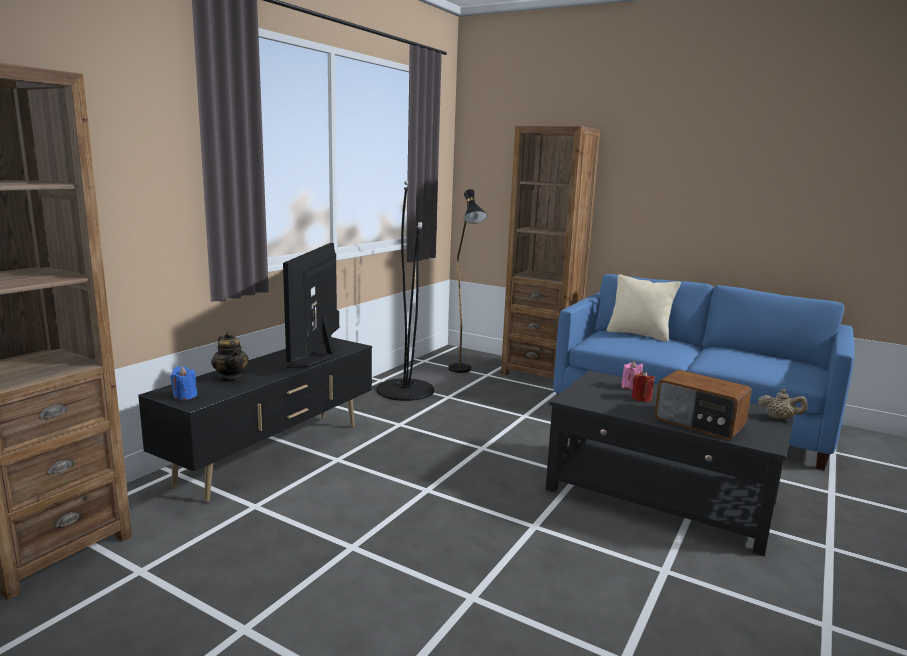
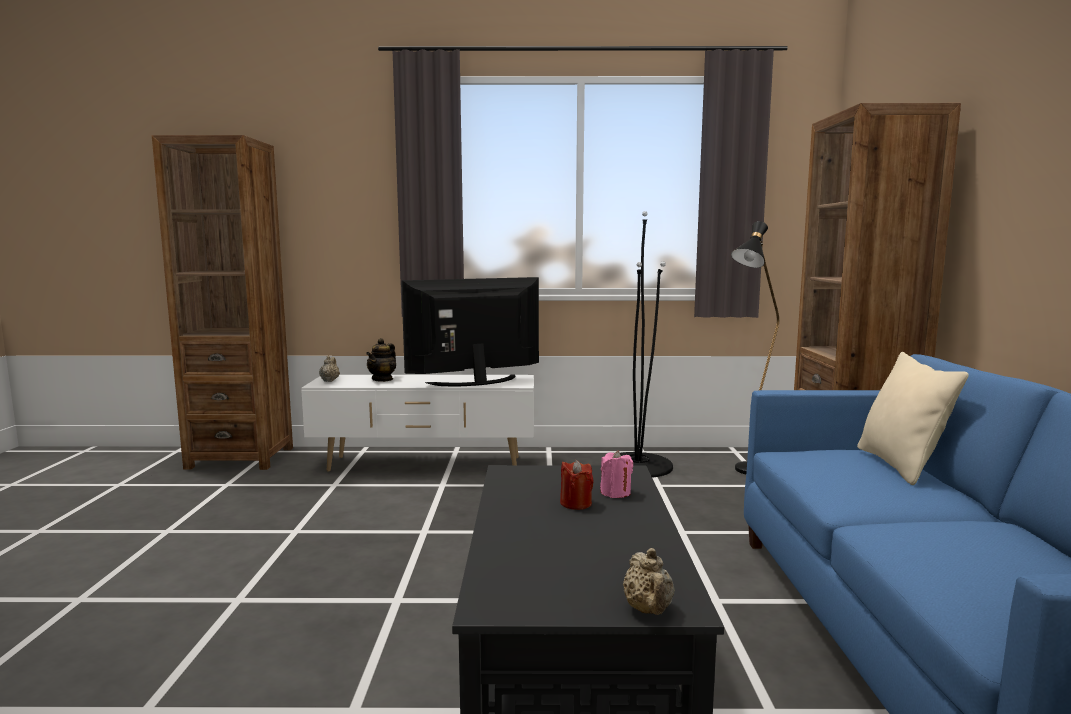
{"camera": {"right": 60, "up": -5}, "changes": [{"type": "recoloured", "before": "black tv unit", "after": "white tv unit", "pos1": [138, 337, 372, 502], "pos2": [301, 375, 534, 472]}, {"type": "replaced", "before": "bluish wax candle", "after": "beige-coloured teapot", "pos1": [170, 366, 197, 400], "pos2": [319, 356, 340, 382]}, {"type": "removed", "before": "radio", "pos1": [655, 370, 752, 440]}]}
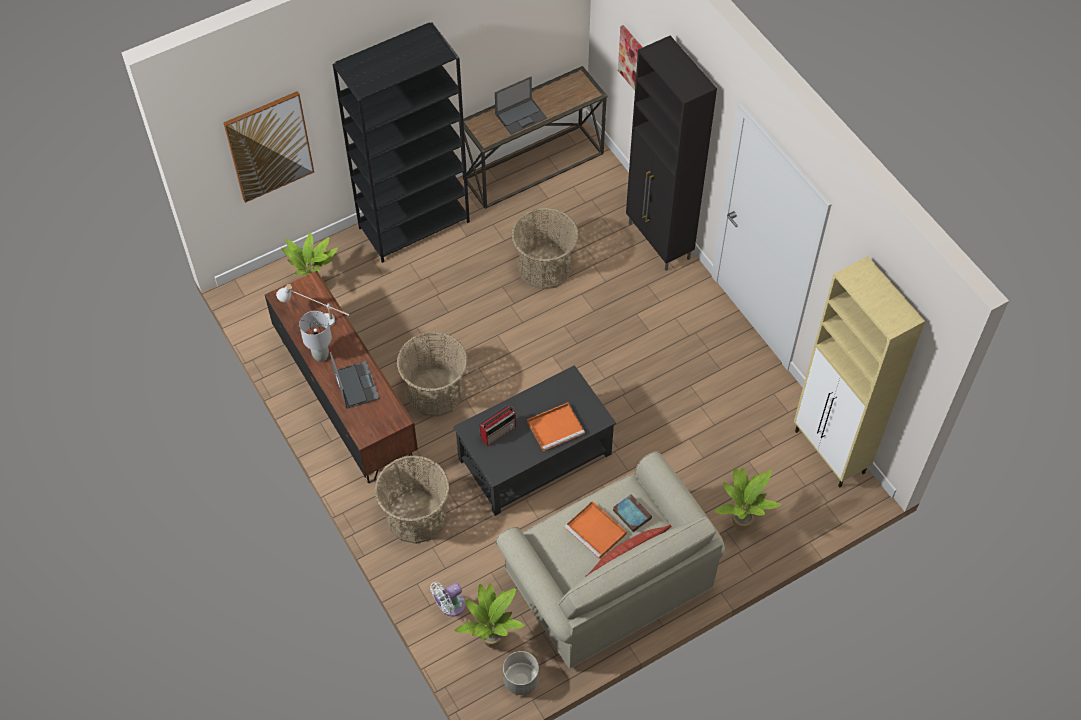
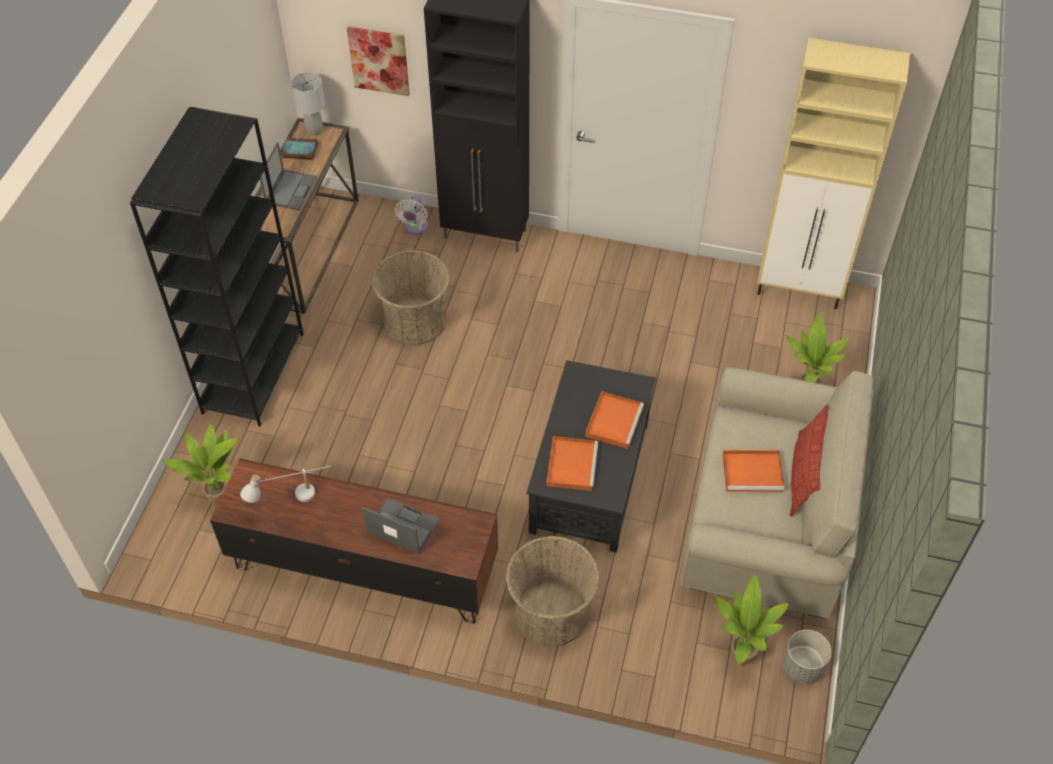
{"camera": {"right": -45, "up": -5}, "changes": [{"type": "moved", "before": "book", "pos1": [613, 494, 652, 532], "pos2": [281, 137, 318, 160]}, {"type": "moved", "before": "gray table lamp", "pos1": [299, 311, 332, 362], "pos2": [291, 72, 325, 136]}, {"type": "moved", "before": "white fan", "pos1": [430, 582, 466, 616], "pos2": [395, 195, 428, 235]}, {"type": "replaced", "before": "radio", "after": "orangey tray", "pos1": [479, 405, 516, 446], "pos2": [546, 436, 598, 491]}, {"type": "removed", "before": "picture", "pos1": [223, 91, 314, 203]}, {"type": "removed", "before": "storage basket", "pos1": [397, 332, 468, 417]}]}
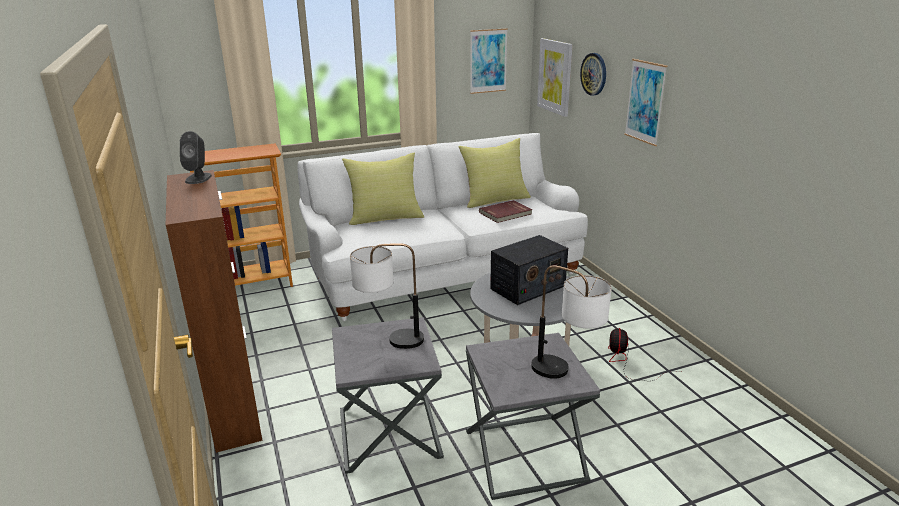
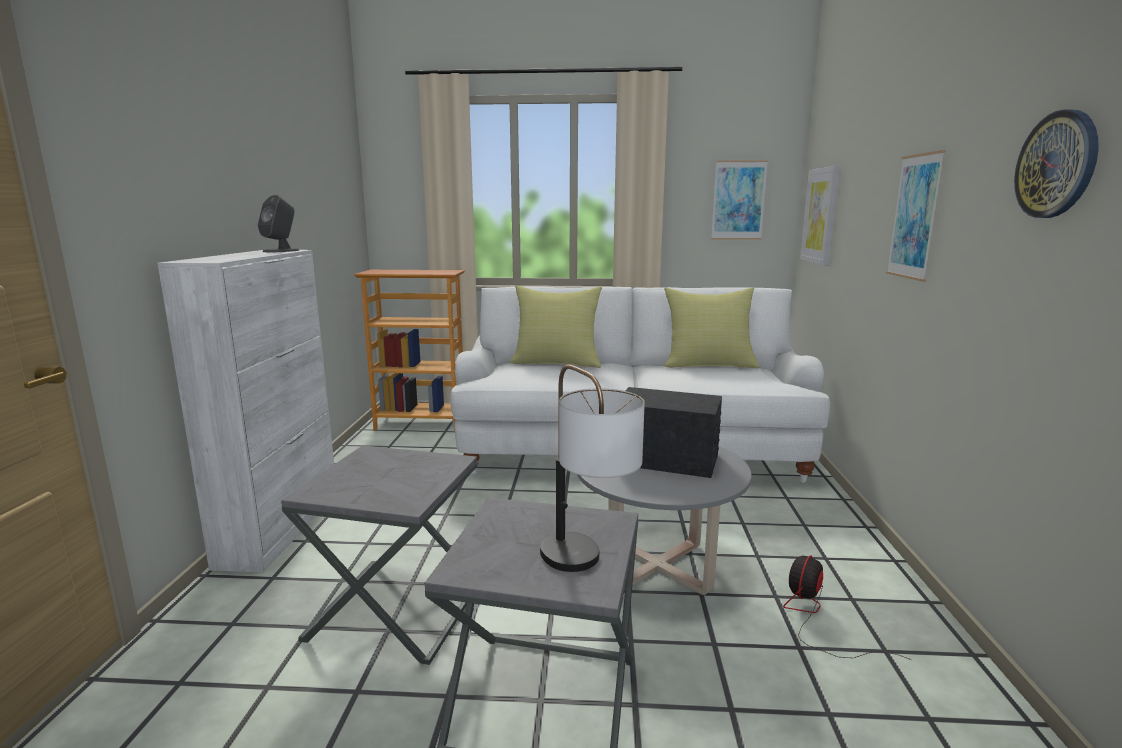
{"camera": {"right": 25, "up": -10}, "changes": [{"type": "recoloured", "before": "brownish storage cabinet", "after": "white storage cabinet", "pos1": [166, 170, 262, 453], "pos2": [157, 250, 334, 573]}, {"type": "turned", "before": "radio", "pos1": [490, 235, 568, 305], "pos2": [625, 387, 722, 478], "turn": -150}, {"type": "moved", "before": "wall clock", "pos1": [580, 53, 606, 96], "pos2": [1014, 109, 1099, 218]}, {"type": "removed", "before": "table lamp", "pos1": [350, 243, 424, 349]}, {"type": "removed", "before": "reddish book", "pos1": [479, 200, 533, 223]}]}
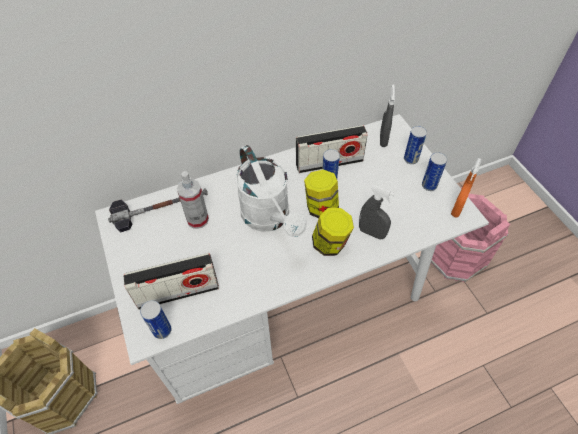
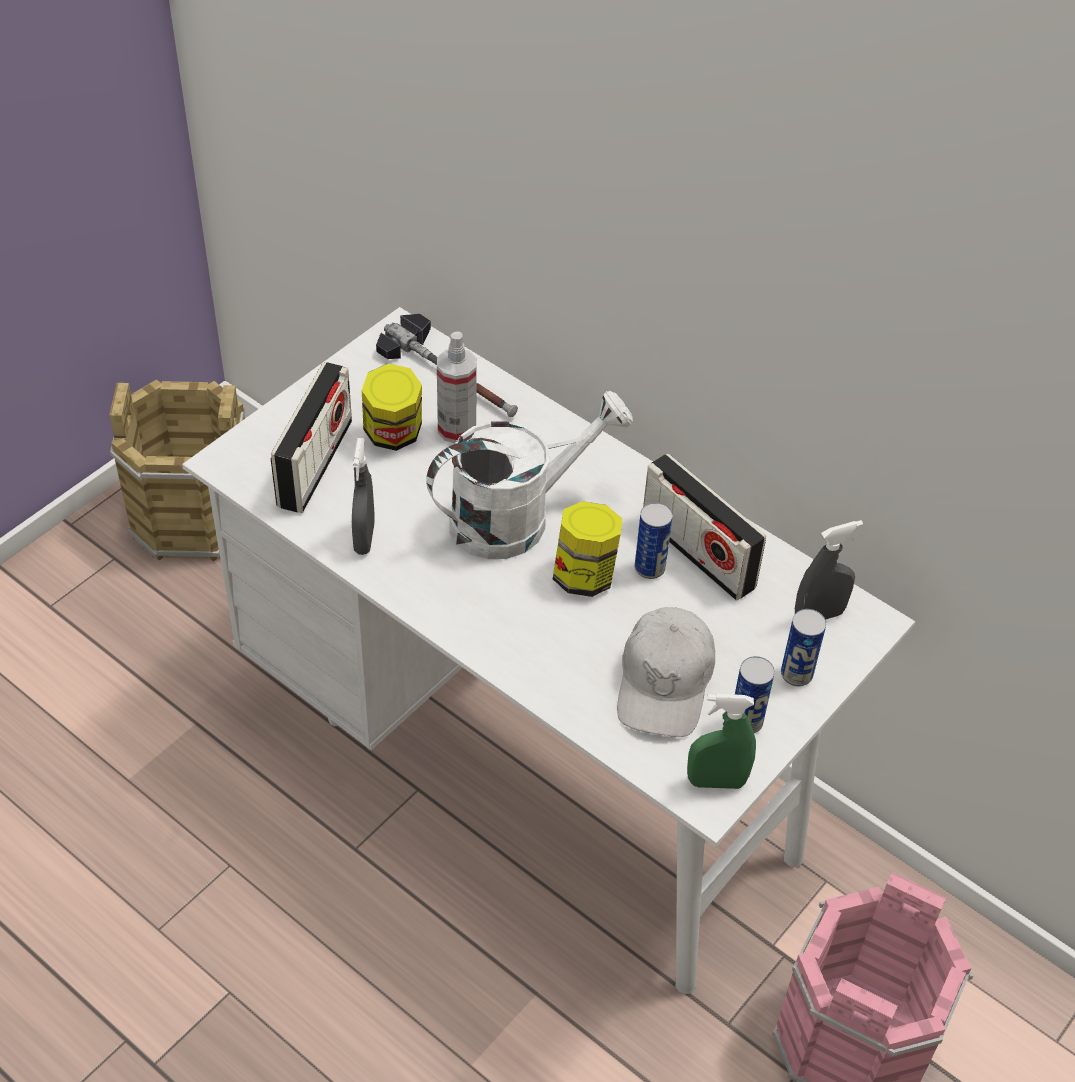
{"camera": {"right": 60, "up": -5}, "changes": [{"type": "turned", "before": "radio", "pos1": [124, 253, 219, 310], "pos2": [270, 362, 352, 513], "turn": -120}, {"type": "moved", "before": "gray hand sprayer", "pos1": [359, 186, 395, 240], "pos2": [352, 438, 375, 555]}, {"type": "moved", "before": "storage jar", "pos1": [312, 208, 354, 256], "pos2": [362, 363, 422, 451]}, {"type": "turned", "before": "white watering can", "pos1": [235, 145, 307, 237], "pos2": [426, 391, 633, 559], "turn": -150}, {"type": "added", "after": "white baseball cap", "pos2": [617, 607, 715, 737]}, {"type": "recoloured", "before": "orangey hand sprayer", "after": "greenish hand sprayer", "pos1": [451, 158, 482, 217], "pos2": [687, 694, 756, 789]}, {"type": "removed", "before": "sealed can", "pos1": [140, 301, 172, 339]}]}
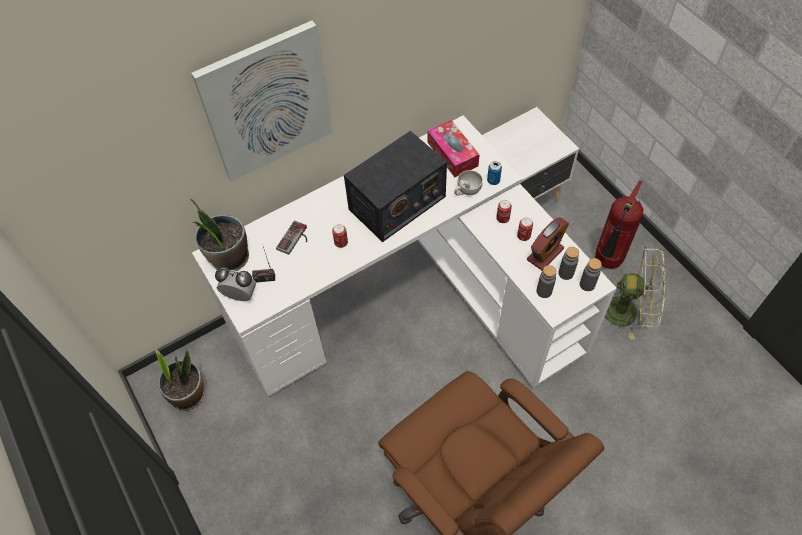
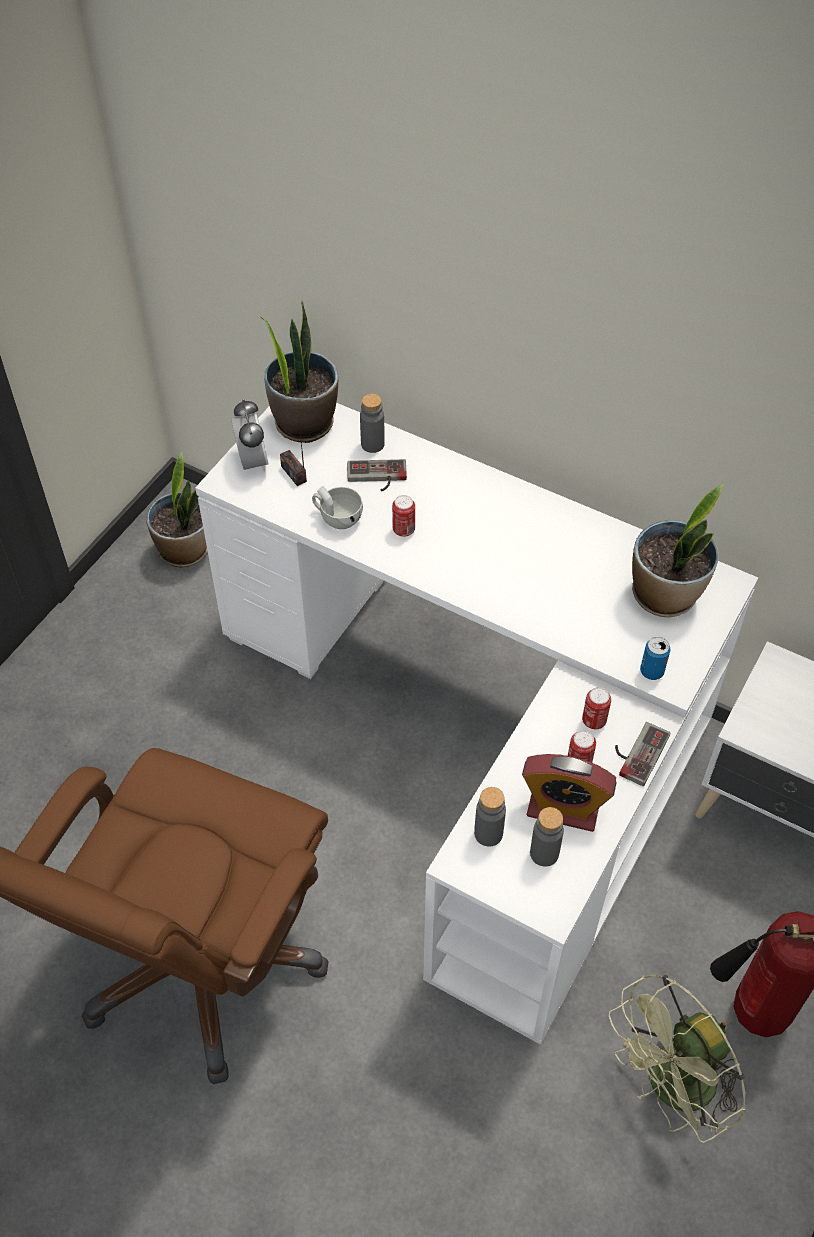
{"camera": {"right": 60, "up": -5}, "changes": [{"type": "moved", "before": "white cup", "pos1": [454, 170, 483, 196], "pos2": [312, 486, 363, 529]}, {"type": "moved", "before": "gray bottle", "pos1": [580, 258, 602, 291], "pos2": [360, 393, 385, 453]}, {"type": "turned", "before": "greenish fan", "pos1": [605, 247, 666, 340], "pos2": [609, 974, 745, 1143], "turn": 75}, {"type": "added", "after": "joypad", "pos2": [615, 722, 671, 786]}, {"type": "replaced", "before": "tissue holder", "after": "plant in a pot", "pos1": [427, 120, 480, 177], "pos2": [632, 484, 724, 617]}, {"type": "removed", "before": "picture", "pos1": [191, 20, 333, 182]}, {"type": "removed", "before": "radio", "pos1": [344, 131, 447, 242]}]}
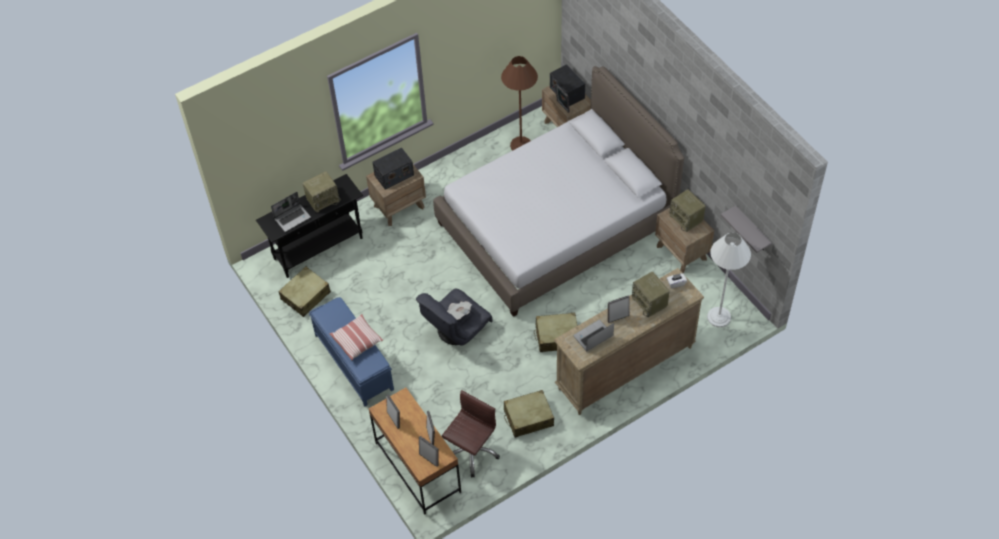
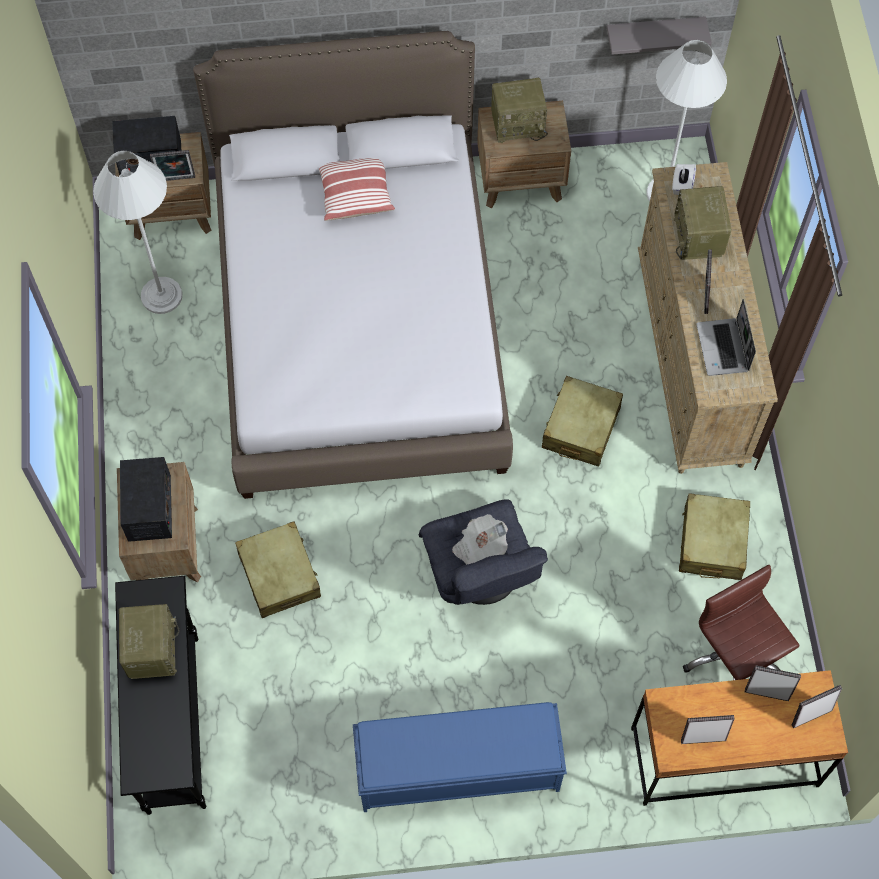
{"camera": {"right": -65, "up": 10}, "changes": [{"type": "recoloured", "before": "brownish standing lamp", "after": "white standing lamp", "pos1": [501, 56, 538, 151], "pos2": [93, 151, 183, 314]}, {"type": "moved", "before": "beige-coloured suitcase", "pos1": [278, 267, 331, 317], "pos2": [235, 521, 321, 618]}, {"type": "moved", "before": "cushion", "pos1": [330, 314, 383, 360], "pos2": [319, 158, 395, 221]}, {"type": "turned", "before": "radio", "pos1": [632, 272, 670, 317], "pos2": [674, 186, 732, 260], "turn": 90}, {"type": "removed", "before": "laptop", "pos1": [271, 192, 311, 232]}]}
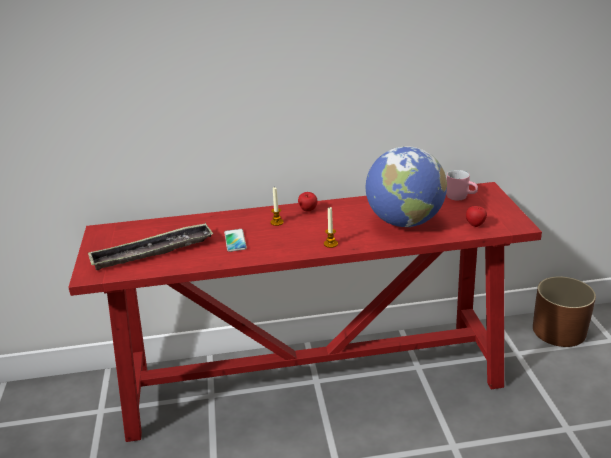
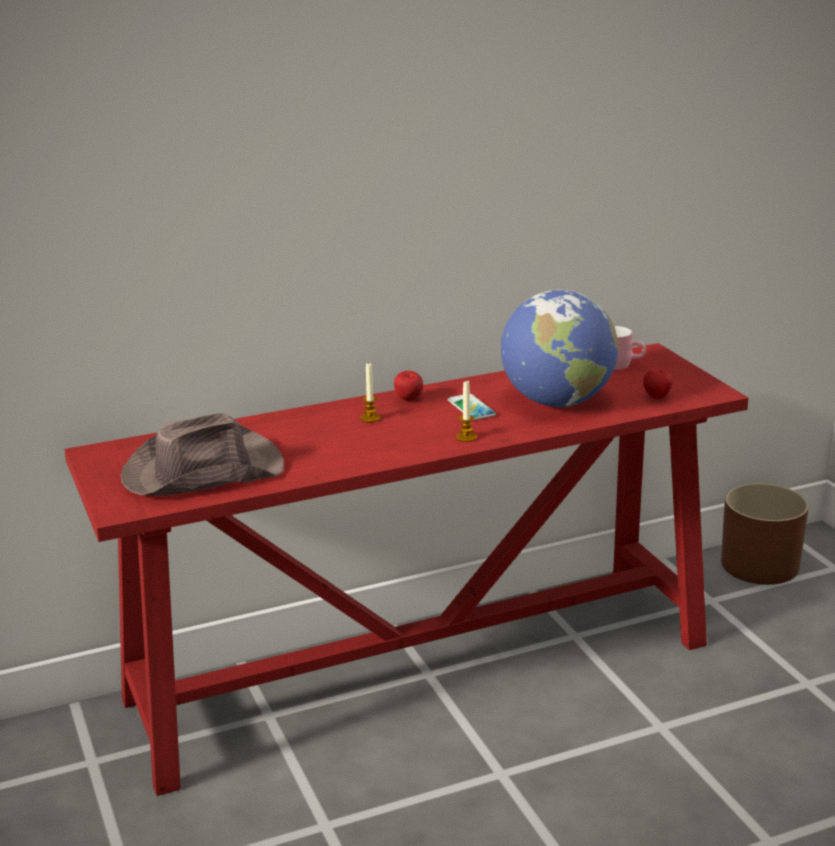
{"camera": {"right": -15, "up": -5}, "changes": [{"type": "replaced", "before": "tray", "after": "brownish hat", "pos1": [88, 223, 213, 270], "pos2": [121, 413, 284, 495]}, {"type": "moved", "before": "handset", "pos1": [224, 229, 247, 252], "pos2": [448, 393, 496, 420]}]}
